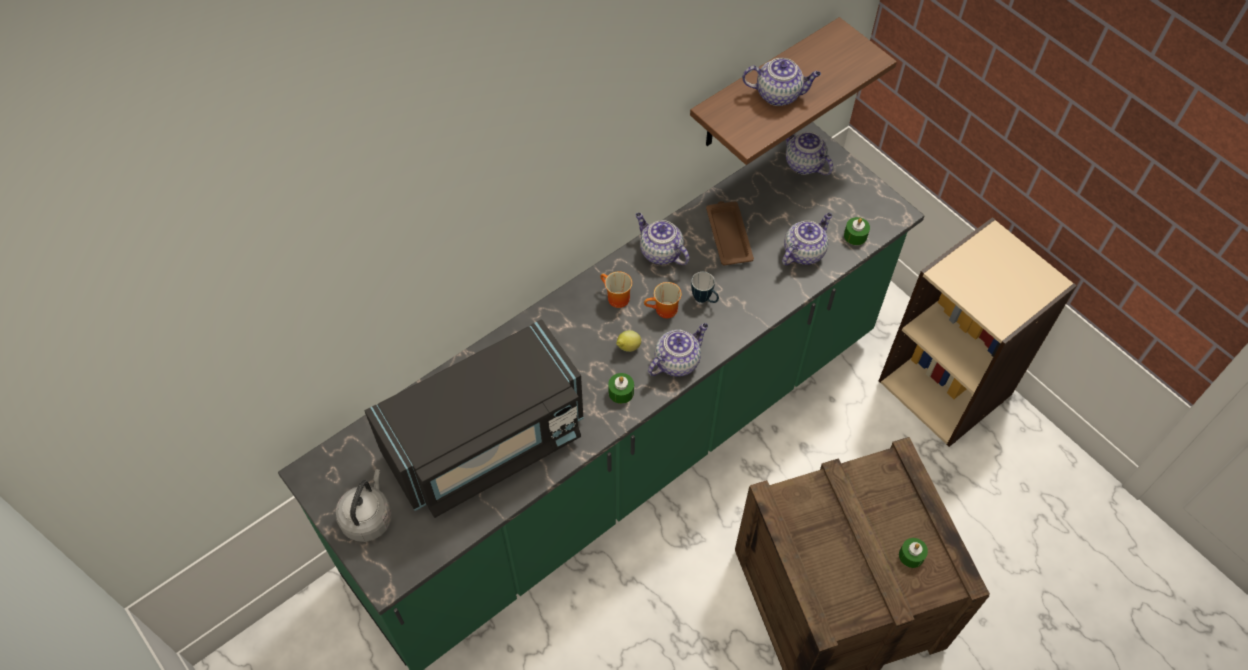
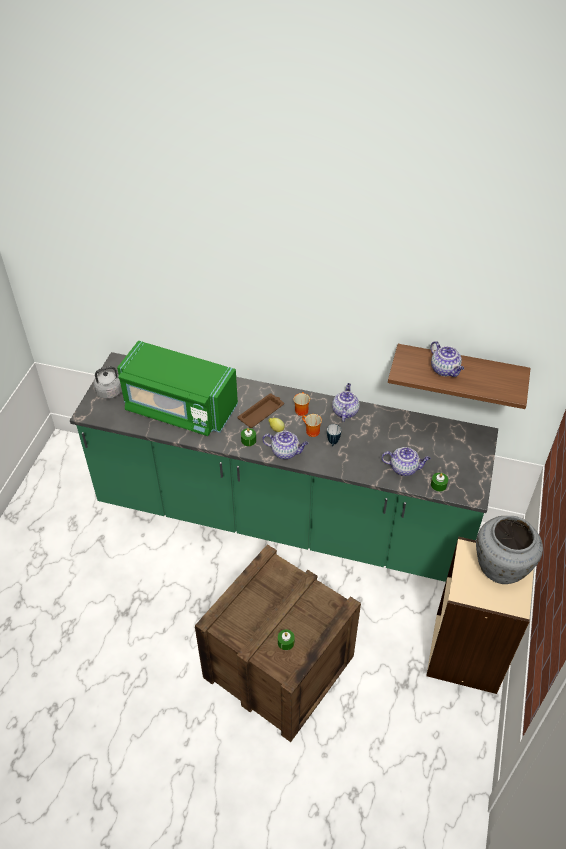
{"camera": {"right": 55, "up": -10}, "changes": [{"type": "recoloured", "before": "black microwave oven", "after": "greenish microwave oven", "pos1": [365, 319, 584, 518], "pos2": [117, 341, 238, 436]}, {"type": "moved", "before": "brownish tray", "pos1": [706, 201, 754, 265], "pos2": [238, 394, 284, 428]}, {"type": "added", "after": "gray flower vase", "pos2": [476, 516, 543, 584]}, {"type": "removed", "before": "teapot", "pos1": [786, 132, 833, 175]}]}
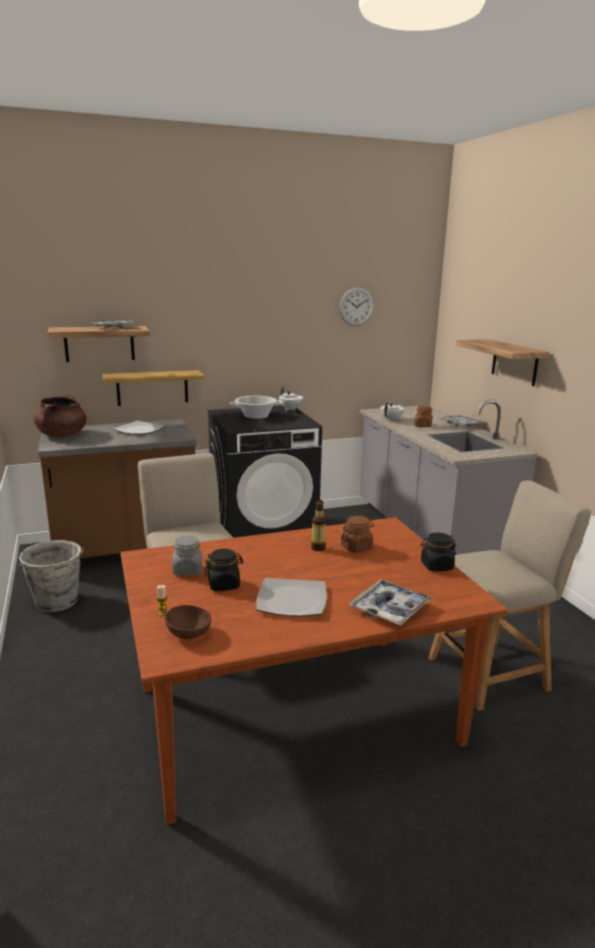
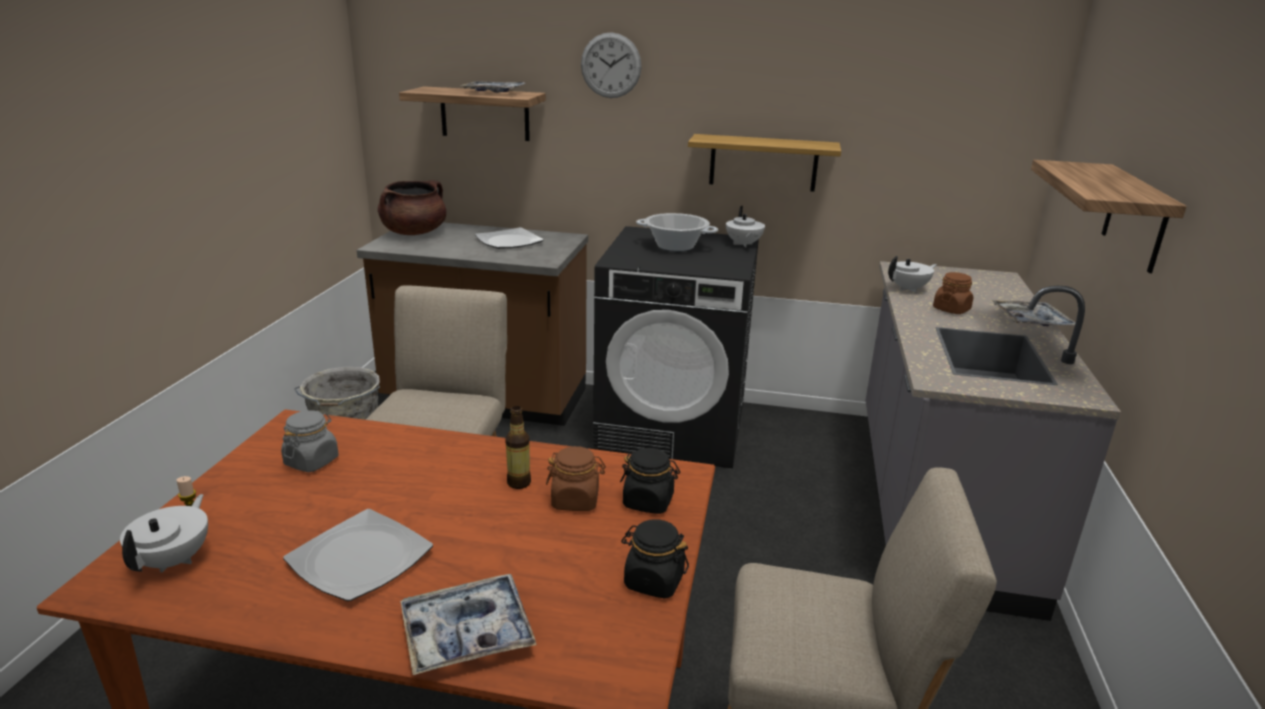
{"camera": {"right": 30, "up": 5}, "changes": [{"type": "replaced", "before": "brownish serving bowl", "after": "white teapot", "pos1": [165, 605, 211, 640], "pos2": [120, 494, 208, 573]}, {"type": "moved", "before": "wall clock", "pos1": [339, 287, 374, 326], "pos2": [581, 32, 642, 98]}, {"type": "moved", "before": "black storage jar", "pos1": [204, 549, 244, 591], "pos2": [620, 448, 680, 514]}, {"type": "moved", "before": "wall shelf", "pos1": [103, 370, 205, 406], "pos2": [688, 134, 841, 192]}]}
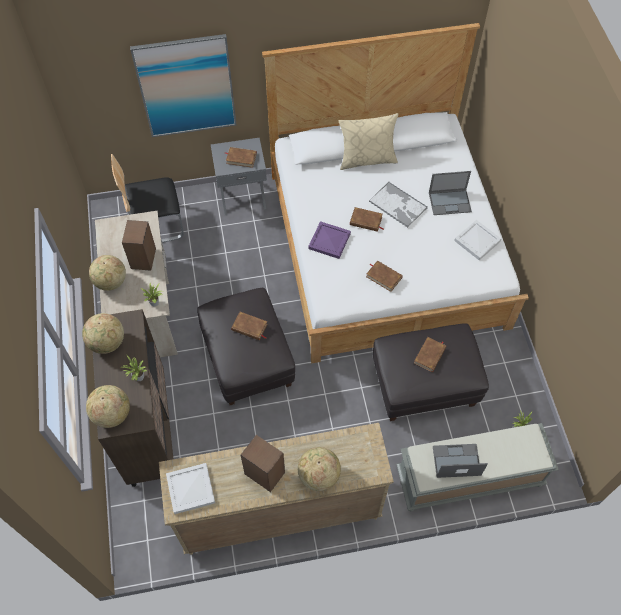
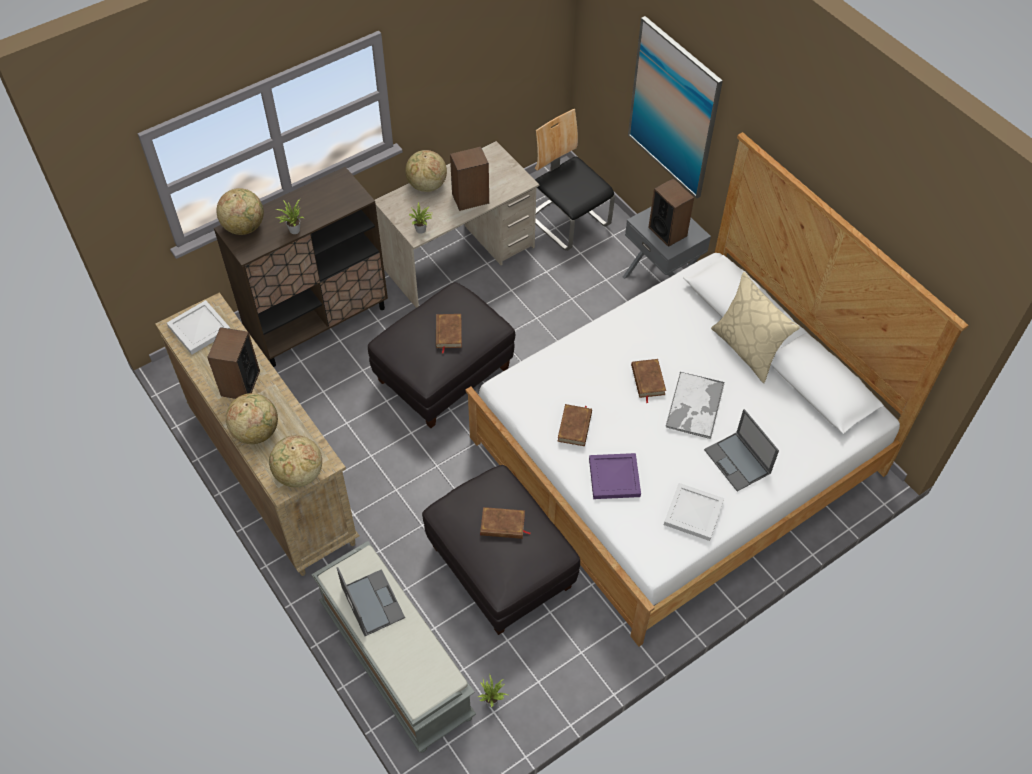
{"camera": {"right": 65, "up": -5}, "changes": [{"type": "moved", "before": "world globe", "pos1": [82, 313, 124, 354], "pos2": [269, 435, 322, 487]}, {"type": "moved", "before": "purple-coloured tray", "pos1": [308, 221, 351, 259], "pos2": [589, 453, 641, 499]}, {"type": "replaced", "before": "brownish book", "after": "loudspeaker", "pos1": [225, 147, 257, 168], "pos2": [648, 178, 694, 247]}]}
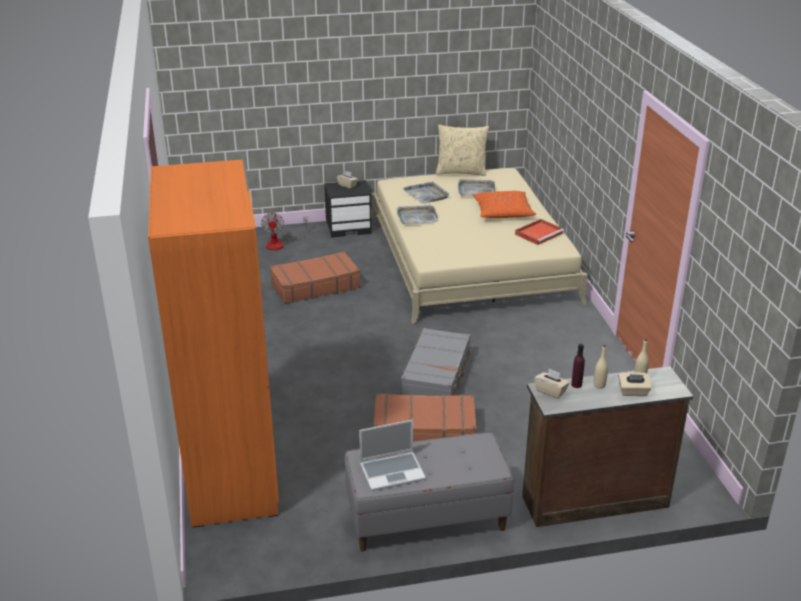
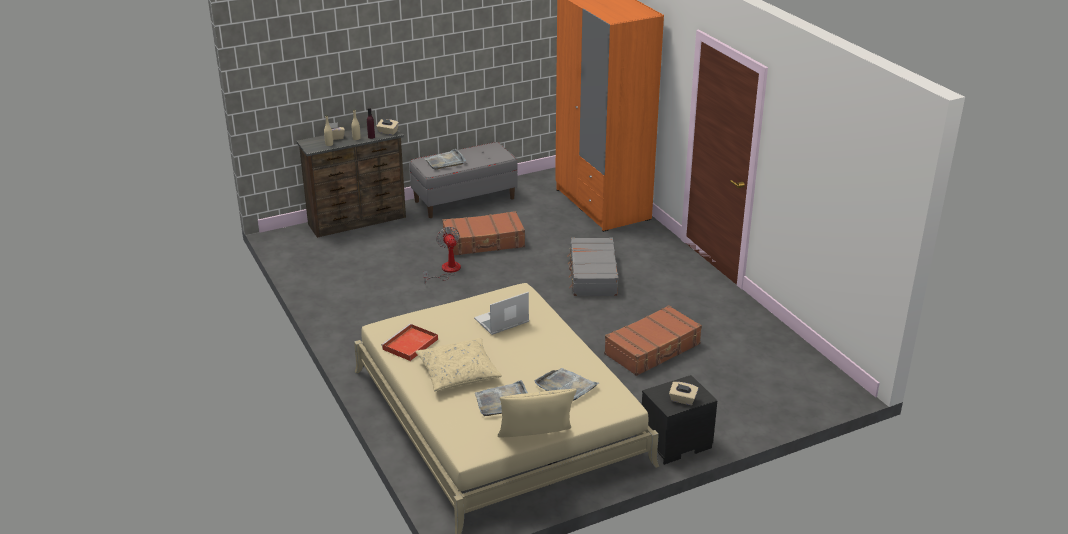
{"camera": {"right": 165, "up": 0}, "changes": [{"type": "recoloured", "before": "orangey cushion", "after": "beige-coloured cushion", "pos1": [473, 191, 536, 218], "pos2": [416, 338, 502, 392]}, {"type": "moved", "before": "fan", "pos1": [261, 212, 308, 250], "pos2": [423, 227, 461, 284]}, {"type": "moved", "before": "gray tray", "pos1": [397, 205, 438, 224], "pos2": [424, 149, 466, 170]}, {"type": "moved", "before": "laptop", "pos1": [359, 420, 426, 491], "pos2": [474, 292, 529, 335]}, {"type": "moved", "before": "gray suitcase", "pos1": [401, 328, 472, 396], "pos2": [567, 237, 619, 296]}]}
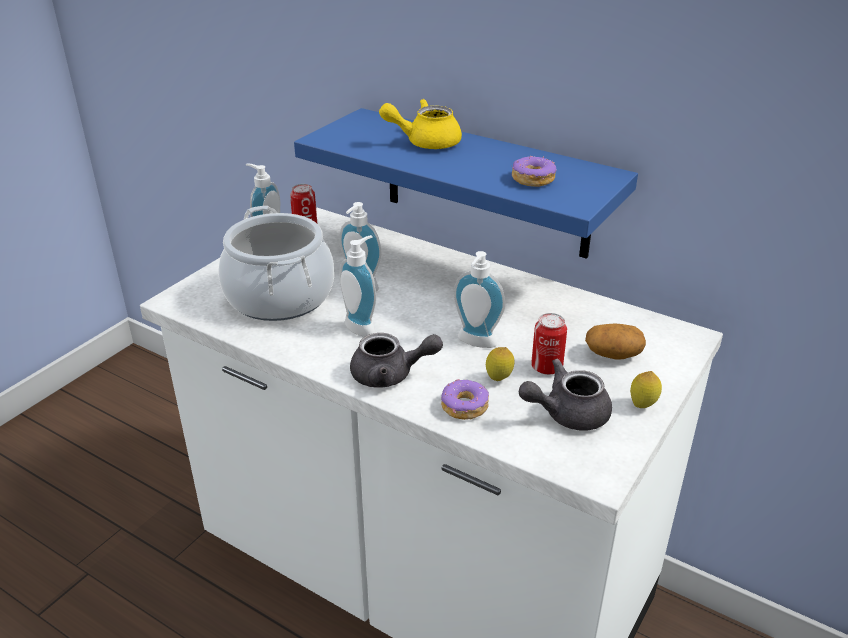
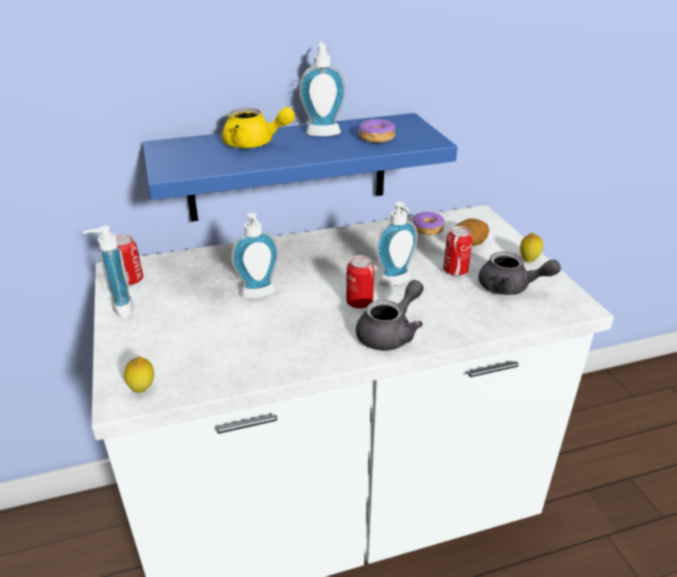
{"camera": {"right": -50, "up": 0}, "changes": [{"type": "moved", "before": "lemon", "pos1": [486, 347, 515, 381], "pos2": [124, 356, 154, 393]}, {"type": "turned", "before": "yellowish teapot", "pos1": [379, 99, 462, 149], "pos2": [222, 107, 295, 148], "turn": -105}, {"type": "moved", "before": "soap bottle", "pos1": [340, 235, 376, 337], "pos2": [299, 41, 346, 136]}, {"type": "added", "after": "sealed can", "pos2": [346, 255, 374, 309]}, {"type": "moved", "before": "ring doughnut", "pos1": [441, 379, 489, 420], "pos2": [412, 212, 445, 235]}, {"type": "turned", "before": "gray teapot", "pos1": [519, 358, 612, 431], "pos2": [478, 252, 561, 295], "turn": -90}, {"type": "removed", "before": "cooking pot", "pos1": [218, 206, 334, 321]}]}
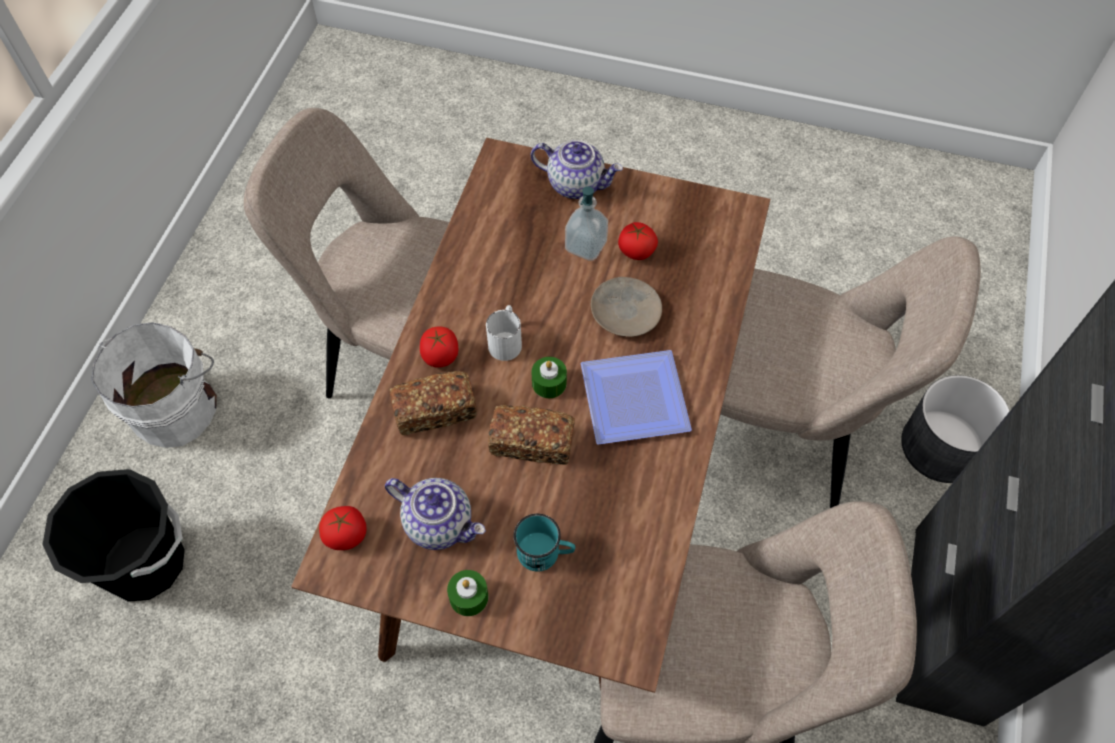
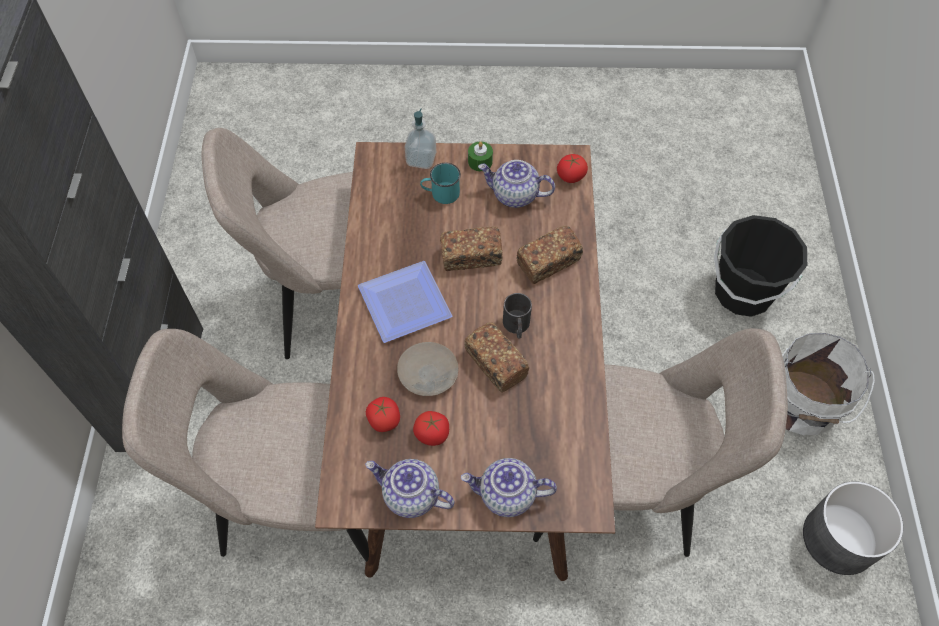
{"camera": {"right": 165, "up": 0}, "changes": [{"type": "added", "after": "teapot", "pos2": [365, 459, 455, 518]}, {"type": "moved", "before": "whole tomato", "pos1": [420, 327, 458, 368], "pos2": [366, 397, 400, 432]}, {"type": "moved", "before": "soap bottle", "pos1": [565, 186, 608, 260], "pos2": [405, 108, 436, 169]}, {"type": "added", "after": "baked bread", "pos2": [464, 322, 529, 393]}, {"type": "recoloured", "before": "white mug", "after": "black mug", "pos1": [486, 305, 522, 361], "pos2": [503, 293, 532, 339]}, {"type": "moved", "before": "gray plant pot", "pos1": [901, 375, 1010, 483], "pos2": [803, 481, 903, 575]}, {"type": "removed", "before": "greenish wax candle", "pos1": [532, 357, 567, 398]}]}
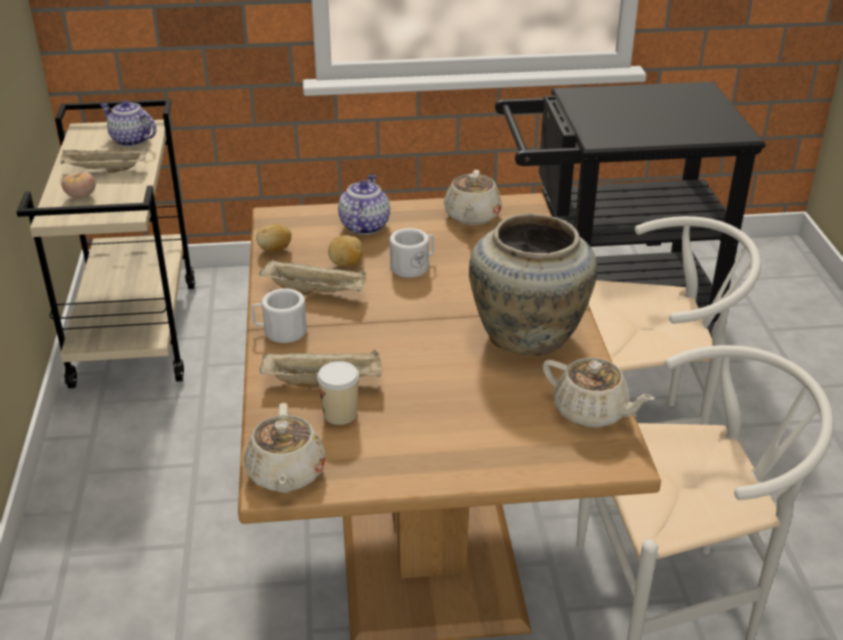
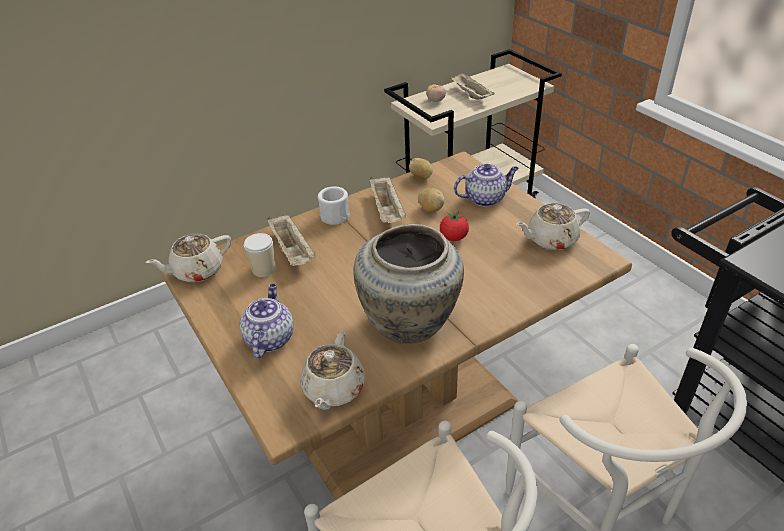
{"camera": {"right": 65, "up": 5}, "changes": [{"type": "moved", "before": "teapot", "pos1": [100, 100, 156, 147], "pos2": [240, 284, 293, 359]}, {"type": "replaced", "before": "white mug", "after": "whole tomato", "pos1": [390, 228, 434, 278], "pos2": [440, 211, 469, 241]}]}
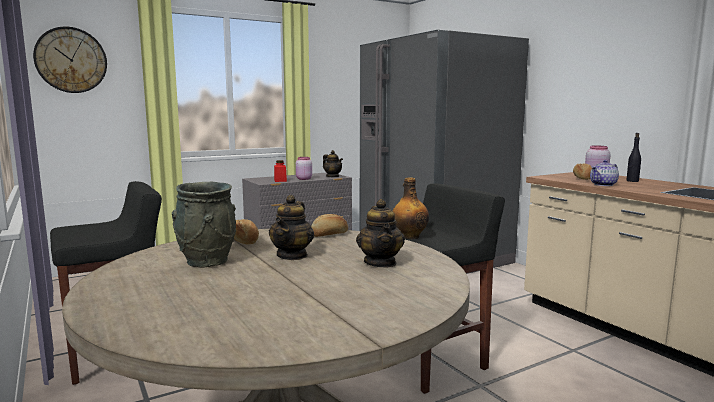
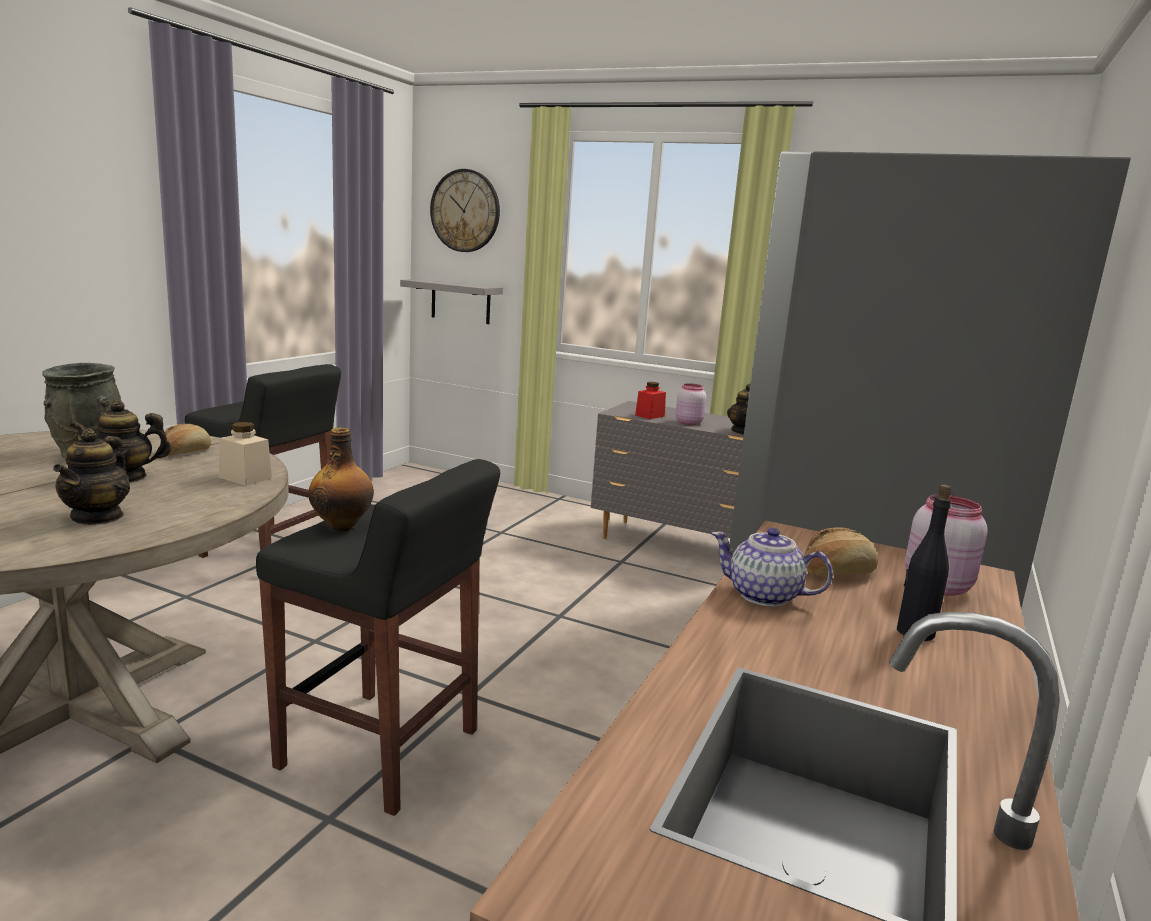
{"camera": {"right": 55, "up": 5}, "changes": [{"type": "turned", "before": "teapot", "pos1": [356, 199, 405, 267], "pos2": [53, 428, 130, 525], "turn": -45}, {"type": "replaced", "before": "baked bread", "after": "beige-coloured storage jar", "pos1": [311, 214, 348, 237], "pos2": [219, 422, 272, 486]}, {"type": "added", "after": "gray wall shelf", "pos2": [400, 279, 503, 324]}]}
